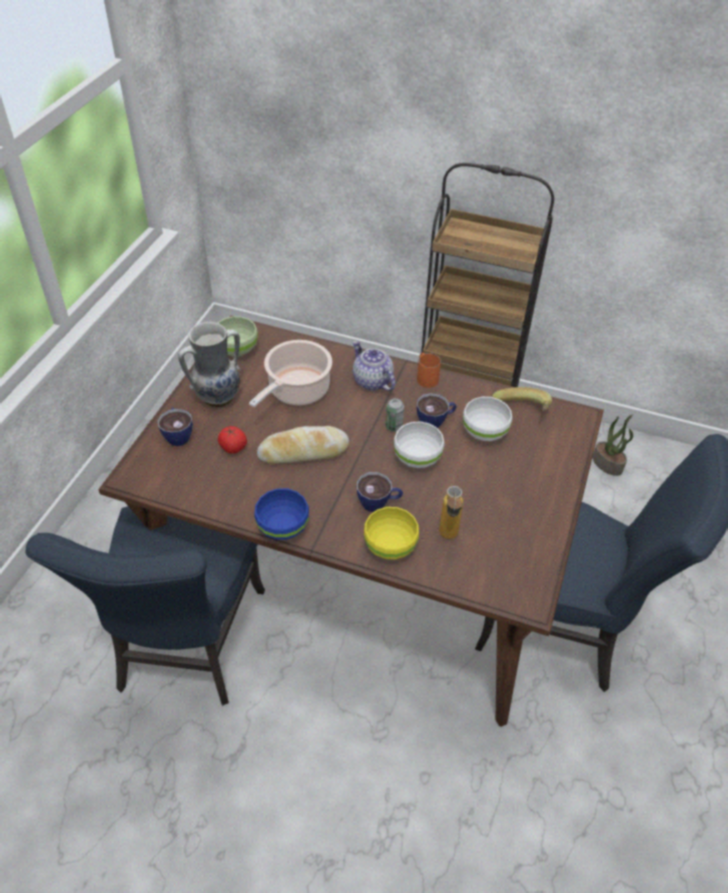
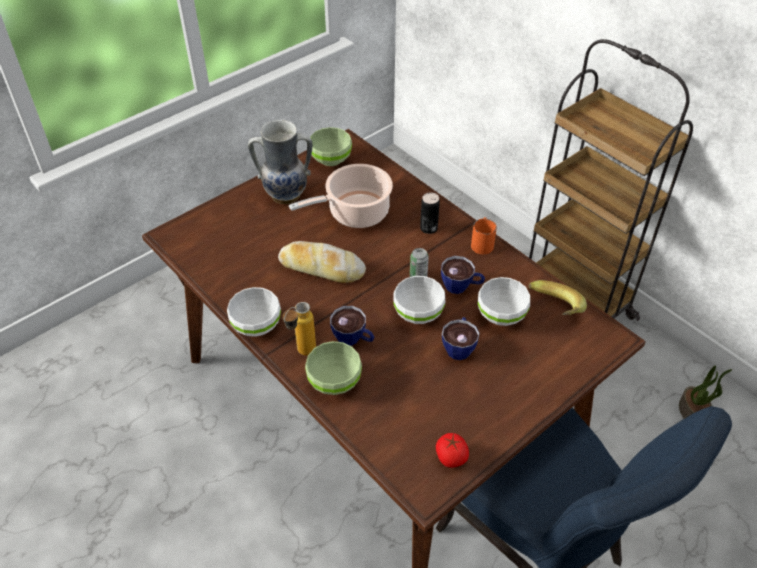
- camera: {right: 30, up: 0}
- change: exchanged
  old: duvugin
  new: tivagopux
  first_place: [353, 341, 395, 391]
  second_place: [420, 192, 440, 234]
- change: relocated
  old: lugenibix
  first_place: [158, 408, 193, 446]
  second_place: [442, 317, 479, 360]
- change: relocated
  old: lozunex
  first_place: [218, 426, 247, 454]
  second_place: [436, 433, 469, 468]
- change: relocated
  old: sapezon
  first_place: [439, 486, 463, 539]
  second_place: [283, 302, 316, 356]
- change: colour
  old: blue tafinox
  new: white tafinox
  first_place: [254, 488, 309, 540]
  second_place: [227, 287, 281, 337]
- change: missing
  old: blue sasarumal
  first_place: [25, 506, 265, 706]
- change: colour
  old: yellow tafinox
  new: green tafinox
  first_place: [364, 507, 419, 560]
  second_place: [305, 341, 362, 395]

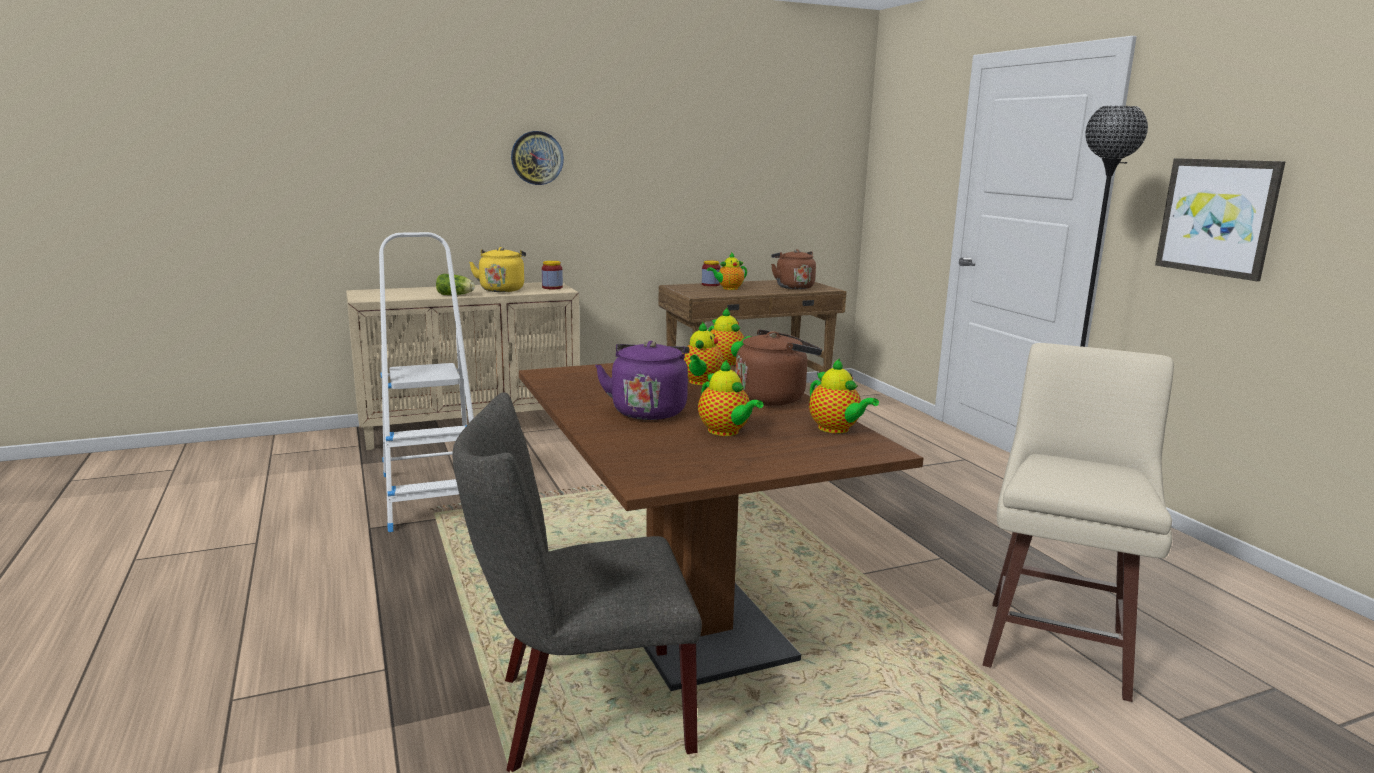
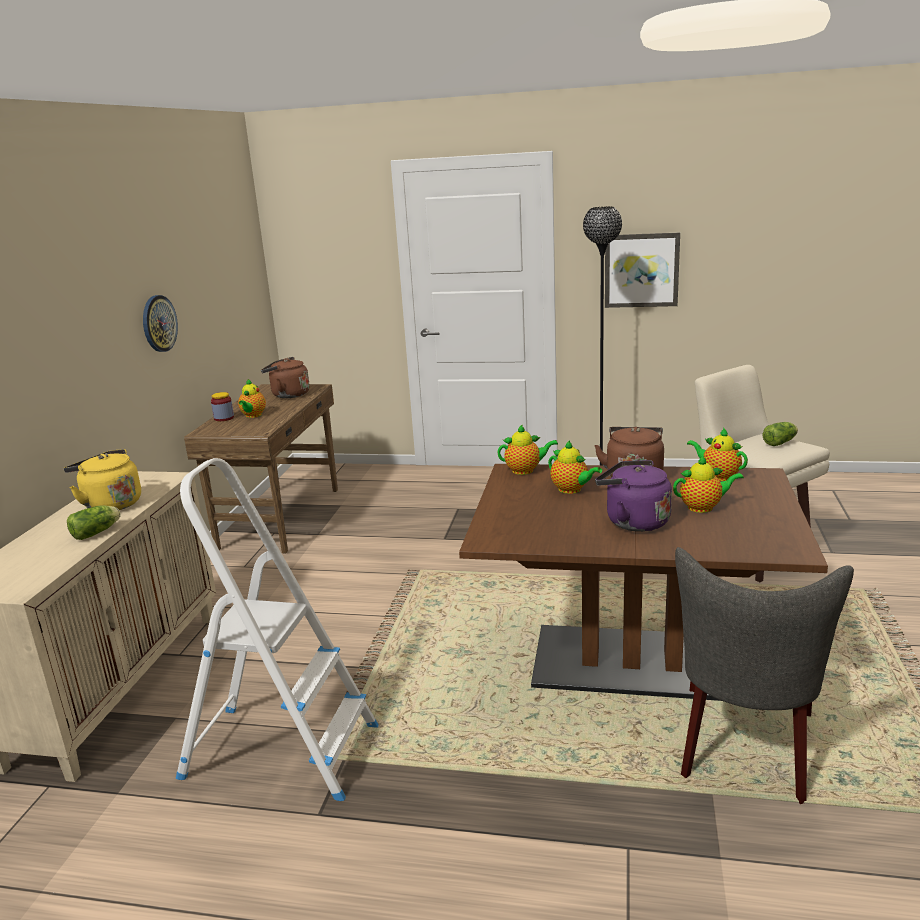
- camera: {right: -55, up: 5}
- change: relocated
  old: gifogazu
  first_place: [511, 131, 564, 185]
  second_place: [143, 295, 178, 352]
- change: missing
  old: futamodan
  first_place: [542, 261, 563, 289]
- change: spun
  old: duvugin
  first_place: [809, 358, 879, 433]
  second_place: [687, 428, 748, 481]
  degrees: -135
- change: appeared
  new: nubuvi
  second_place: [763, 422, 798, 446]

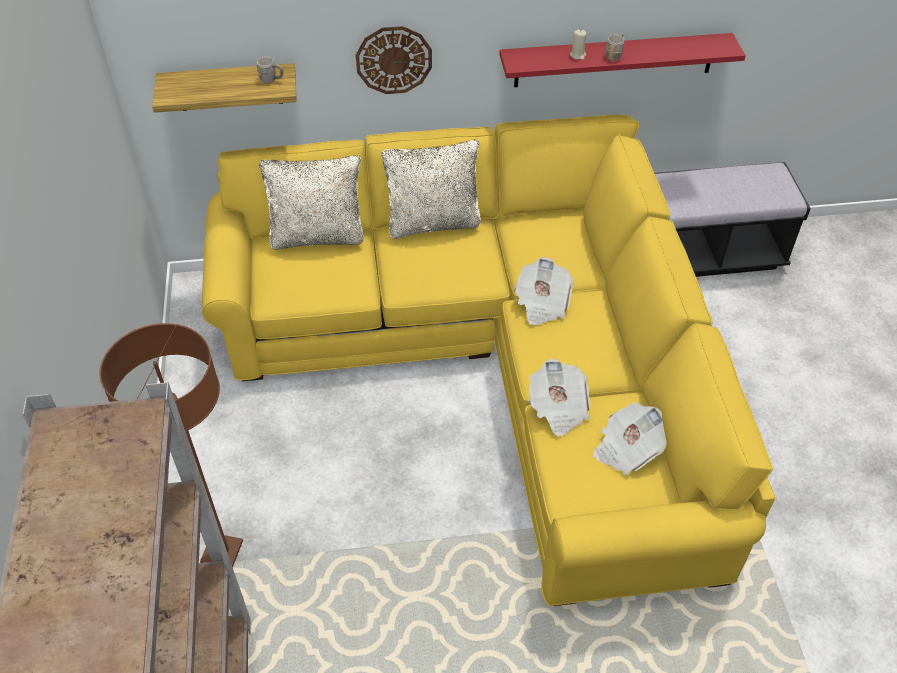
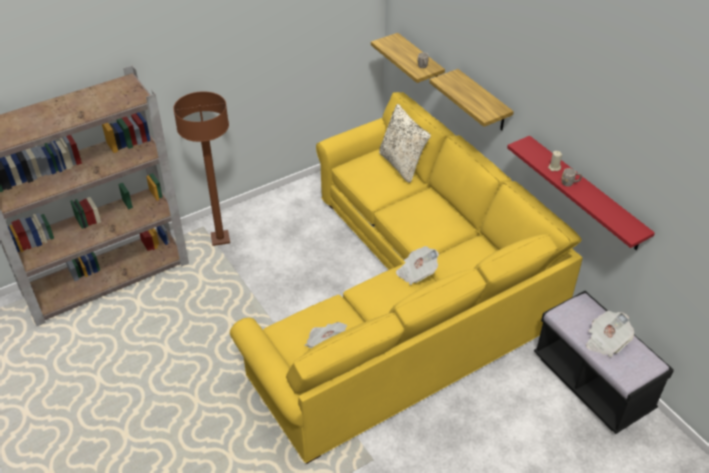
- camera: {right: 65, up: -5}
- change: exchanged
  old: gifogazu
  new: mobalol
  first_place: [356, 26, 432, 94]
  second_place: [429, 69, 514, 130]
- change: missing
  old: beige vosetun
  first_place: [381, 139, 480, 239]
- change: relocated
  old: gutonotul
  first_place: [528, 359, 590, 437]
  second_place: [586, 311, 634, 357]

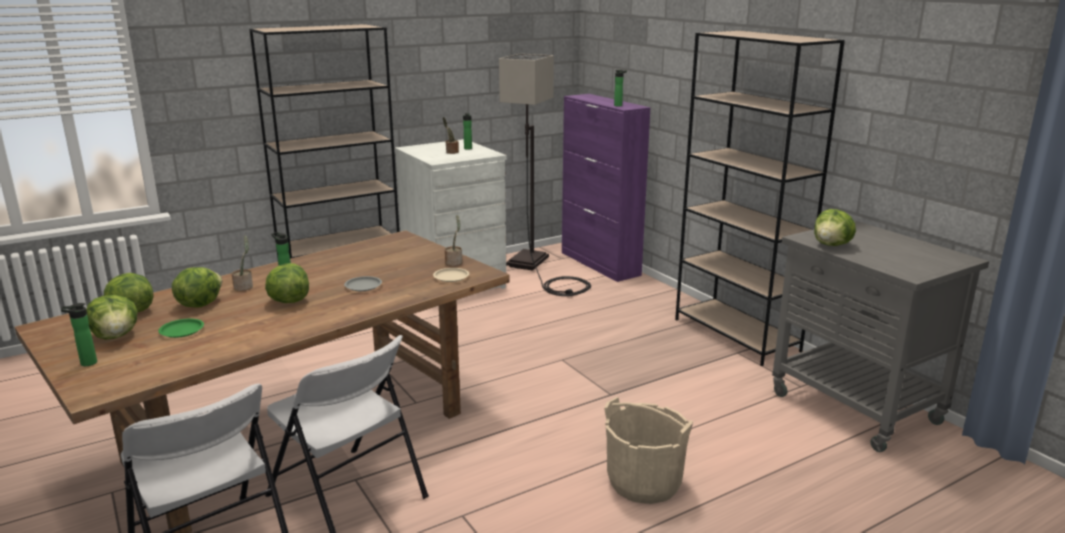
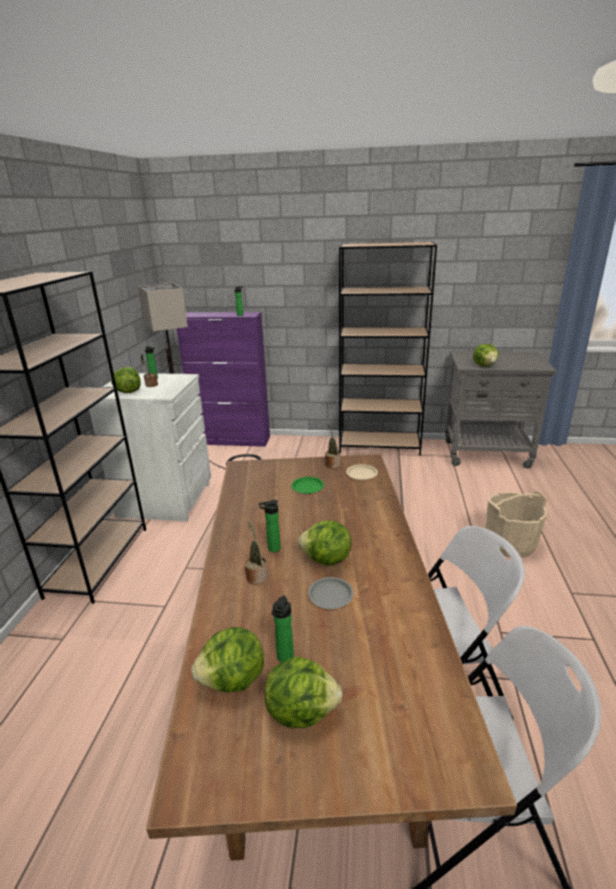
- camera: {right: -50, up: 5}
- change: relocated
  old: nubuvi
  first_place: [172, 267, 222, 307]
  second_place: [111, 367, 141, 393]
- change: relocated
  old: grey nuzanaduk
  first_place: [344, 276, 382, 291]
  second_place: [308, 577, 354, 609]
- change: relocated
  old: sapezon
  first_place: [61, 303, 97, 366]
  second_place: [272, 595, 294, 663]
- change: relocated
  old: green nuzanaduk
  first_place: [158, 319, 204, 338]
  second_place: [291, 477, 324, 494]

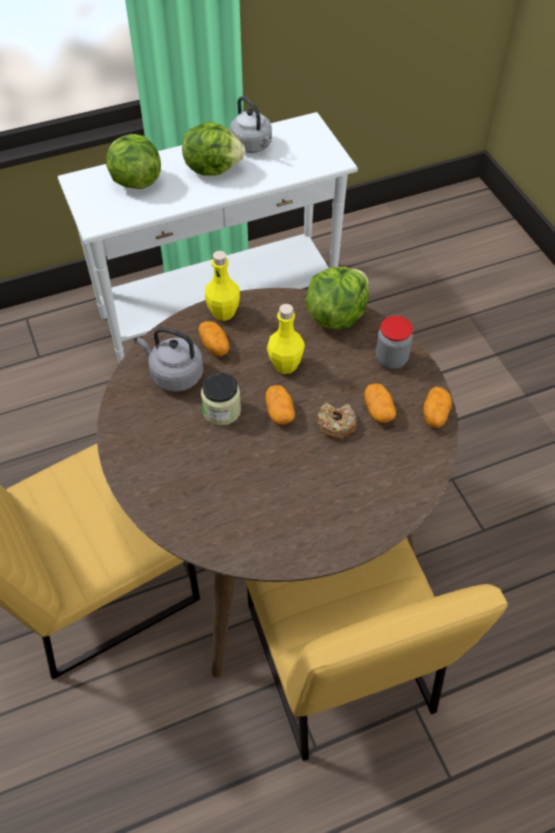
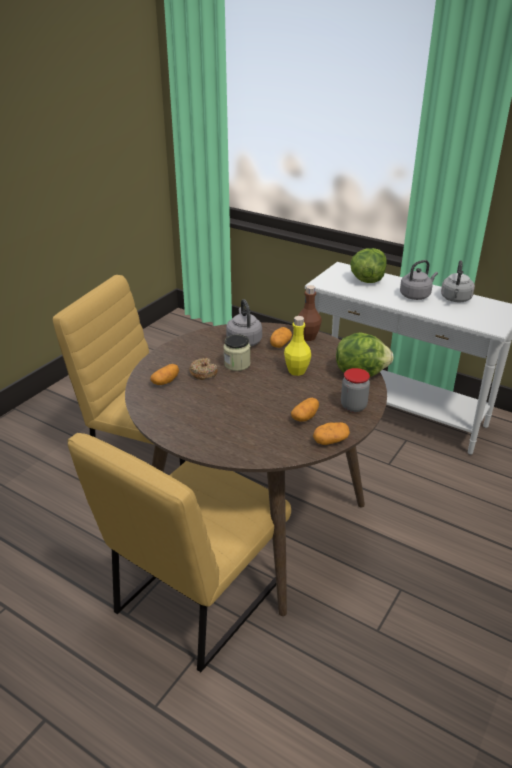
- camera: {right: 55, up: -20}
- change: exchanged
  old: nubuvi
  new: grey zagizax
  first_place: [182, 121, 246, 176]
  second_place: [400, 260, 438, 300]
- change: colour
  old: yellow sapezon
  new: brown sapezon
  first_place: [205, 251, 240, 321]
  second_place: [298, 285, 322, 341]
- change: relocated
  old: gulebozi
  first_place: [266, 385, 295, 425]
  second_place: [150, 364, 179, 385]
- change: relocated
  old: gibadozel
  first_place: [317, 402, 356, 438]
  second_place: [189, 358, 218, 380]

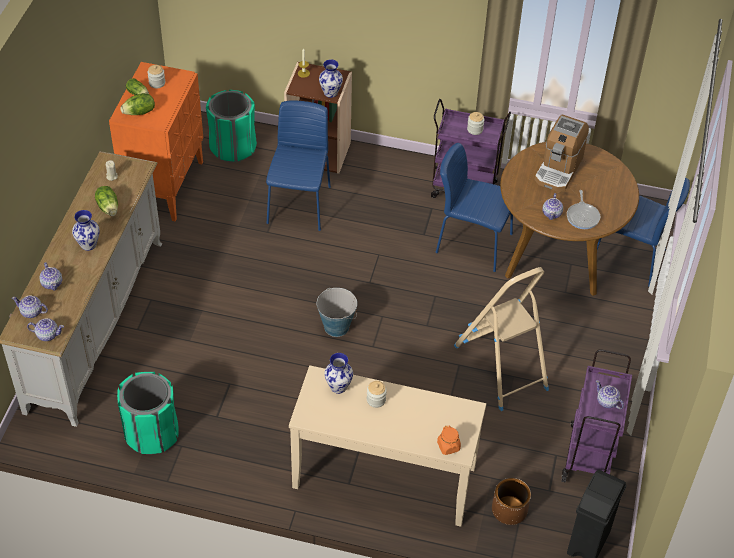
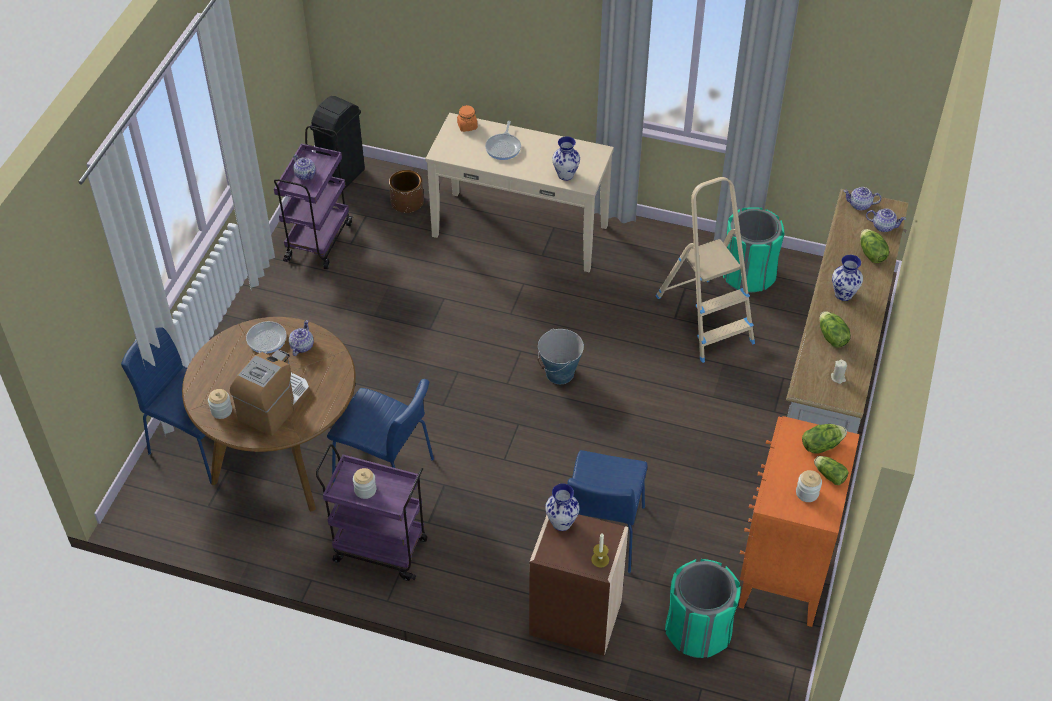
- camera: {right: -175, up: 0}
- change: exchanged
  old: duvugin
  new: nubuvi
  first_place: [39, 262, 62, 290]
  second_place: [860, 229, 889, 263]
- change: relocated
  old: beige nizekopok
  first_place: [454, 267, 549, 411]
  second_place: [656, 177, 755, 363]
- change: relocated
  old: futamodan
  first_place: [367, 381, 387, 408]
  second_place: [208, 389, 232, 419]
- change: appeared
  new: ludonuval
  second_place: [485, 121, 521, 160]

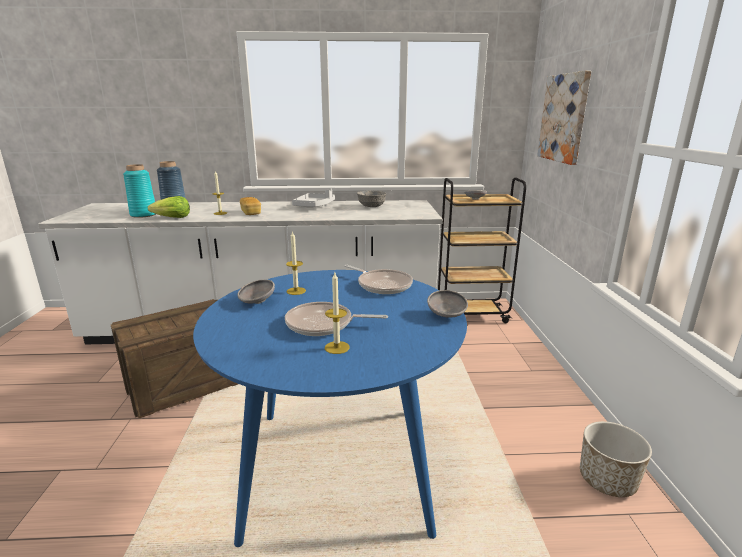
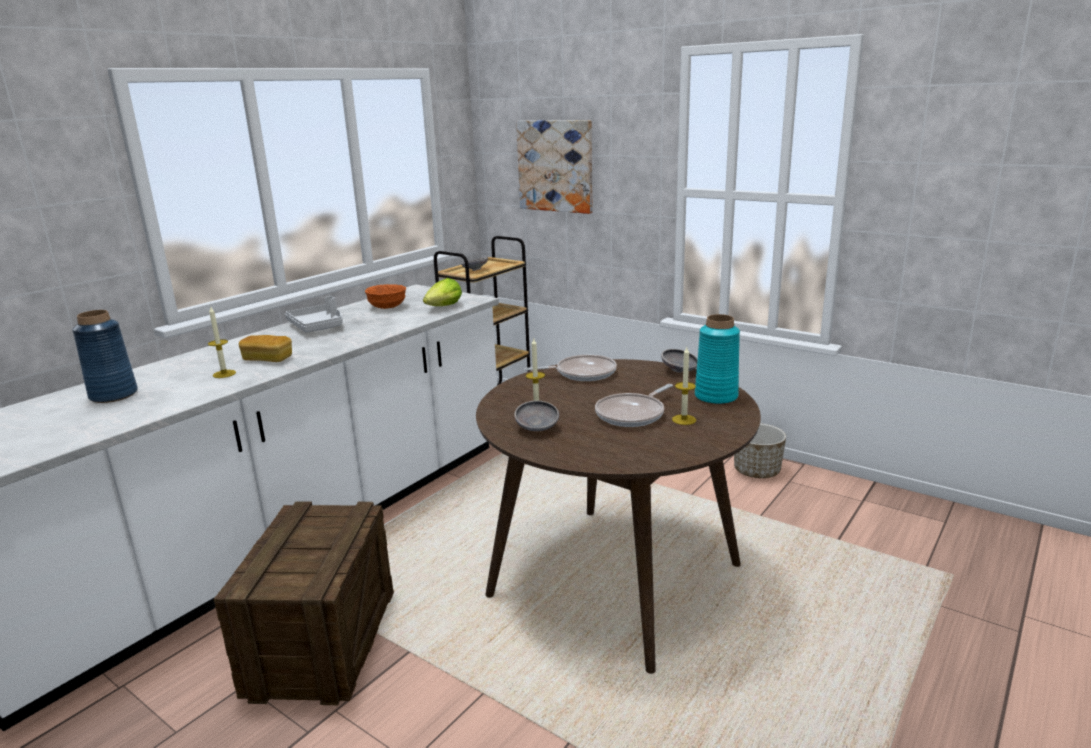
- camera: {right: -50, up: 0}
- change: relocated
  old: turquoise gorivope
  first_place: [123, 164, 156, 218]
  second_place: [695, 314, 740, 404]
- change: colour
  old: grey tafinox
  new: orange tafinox
  first_place: [357, 190, 386, 207]
  second_place: [365, 284, 406, 309]
- change: relocated
  old: nubuvi
  first_place: [148, 196, 190, 218]
  second_place: [423, 278, 462, 306]
- change: colour
  old: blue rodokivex
  new: brown rodokivex
  first_place: [193, 270, 467, 547]
  second_place: [476, 359, 761, 674]

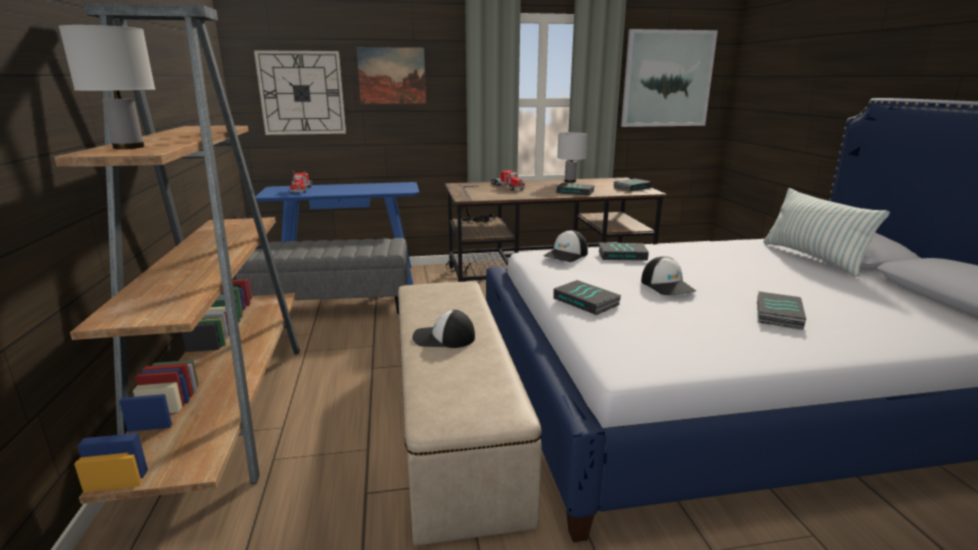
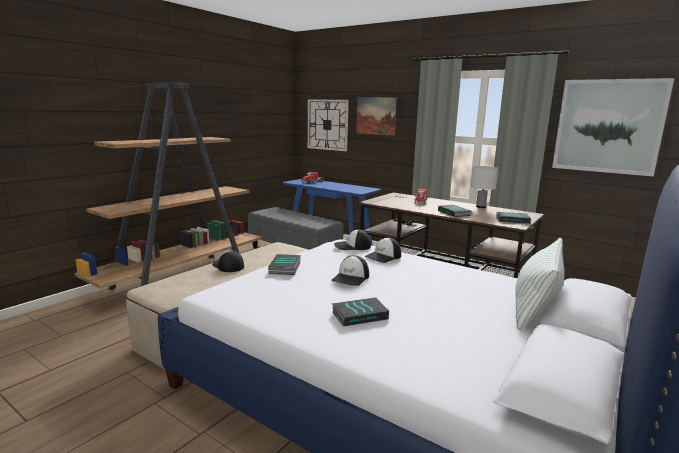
- camera: {right: 45, up: -5}
- change: missing
  old: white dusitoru
  first_place: [58, 25, 155, 149]
- change: exchanged
  old: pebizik
  new: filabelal
  first_place: [598, 243, 649, 261]
  second_place: [365, 237, 401, 263]

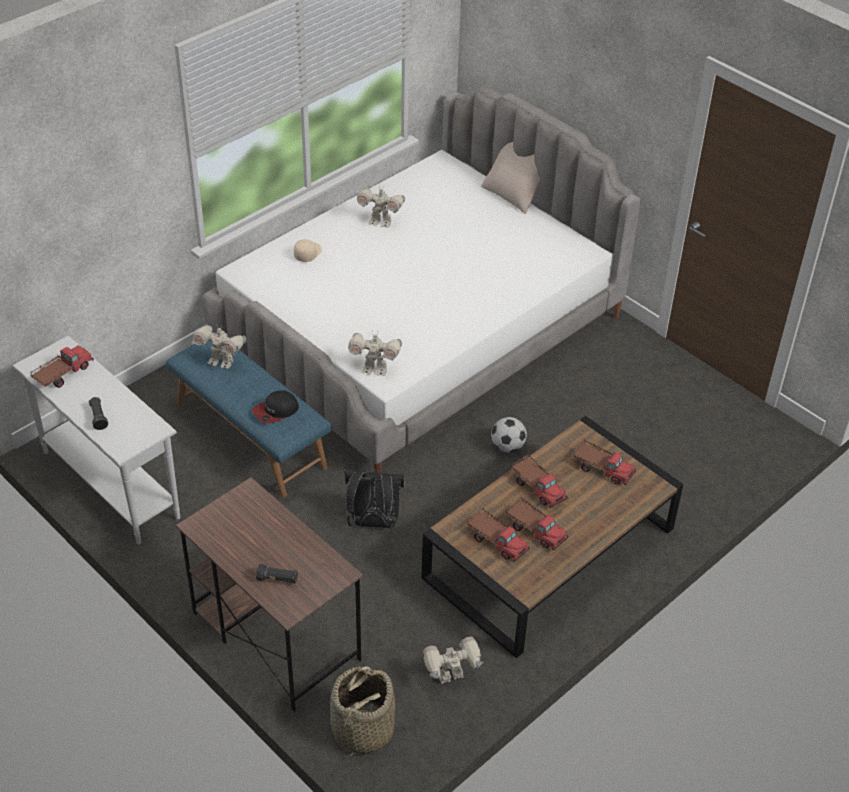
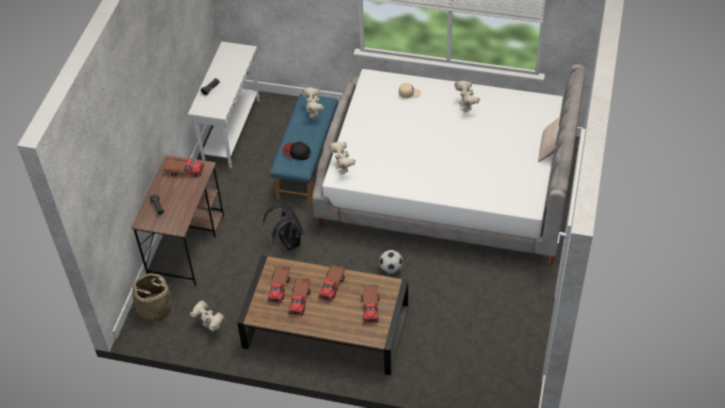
- camera: {right: 60, up: 5}
- change: relocated
  old: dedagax
  first_place: [31, 345, 94, 388]
  second_place: [164, 158, 204, 177]

